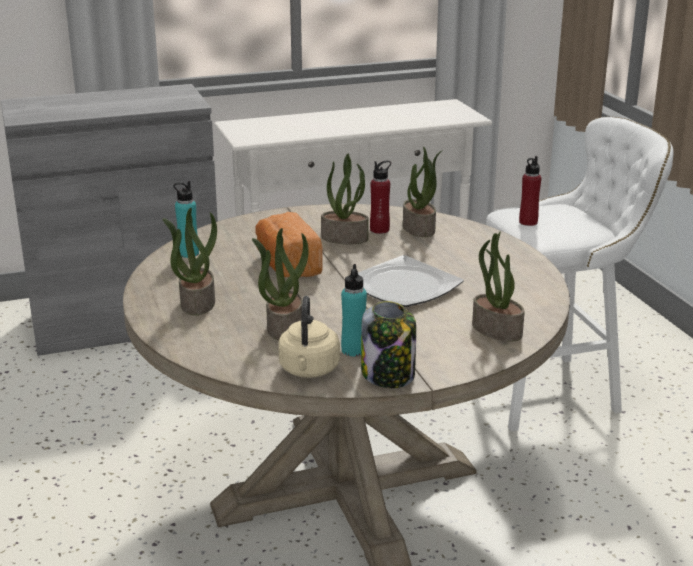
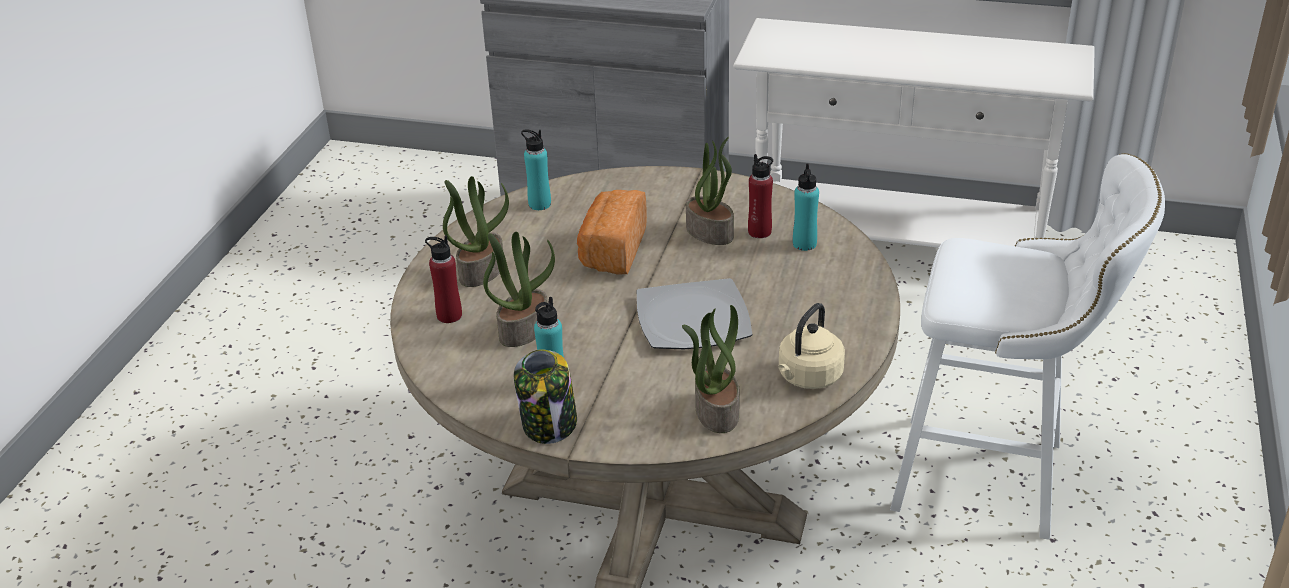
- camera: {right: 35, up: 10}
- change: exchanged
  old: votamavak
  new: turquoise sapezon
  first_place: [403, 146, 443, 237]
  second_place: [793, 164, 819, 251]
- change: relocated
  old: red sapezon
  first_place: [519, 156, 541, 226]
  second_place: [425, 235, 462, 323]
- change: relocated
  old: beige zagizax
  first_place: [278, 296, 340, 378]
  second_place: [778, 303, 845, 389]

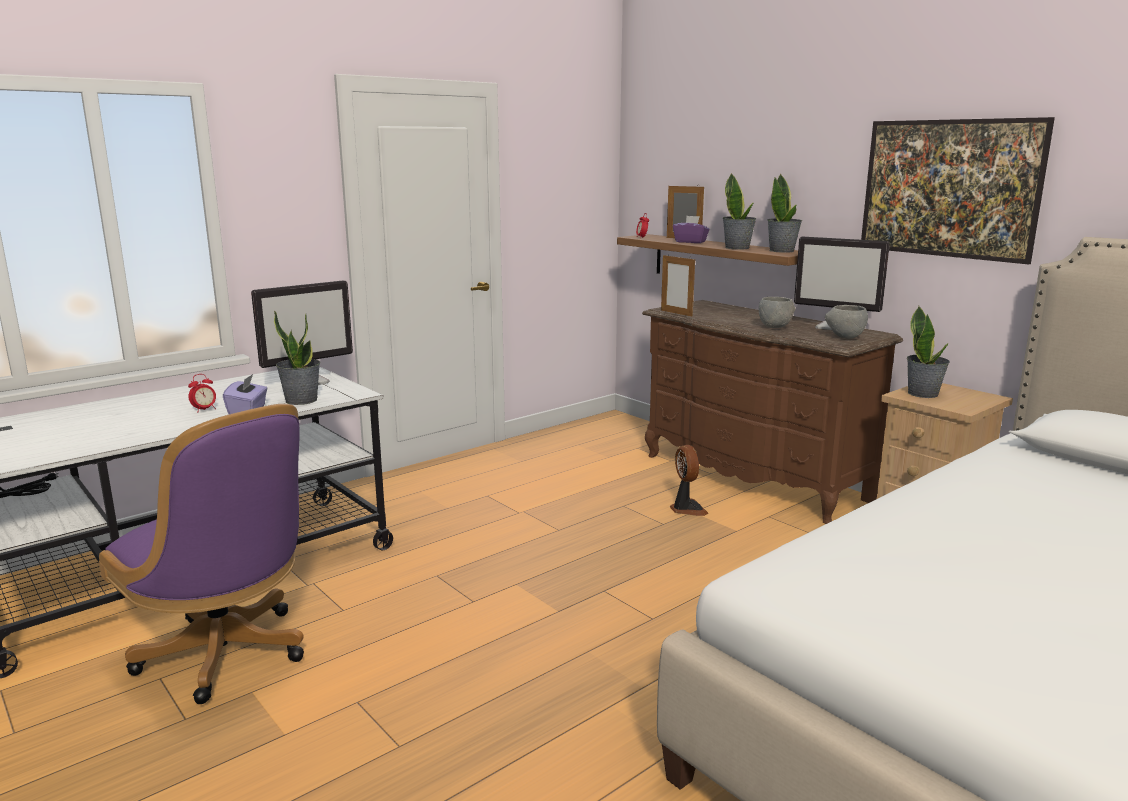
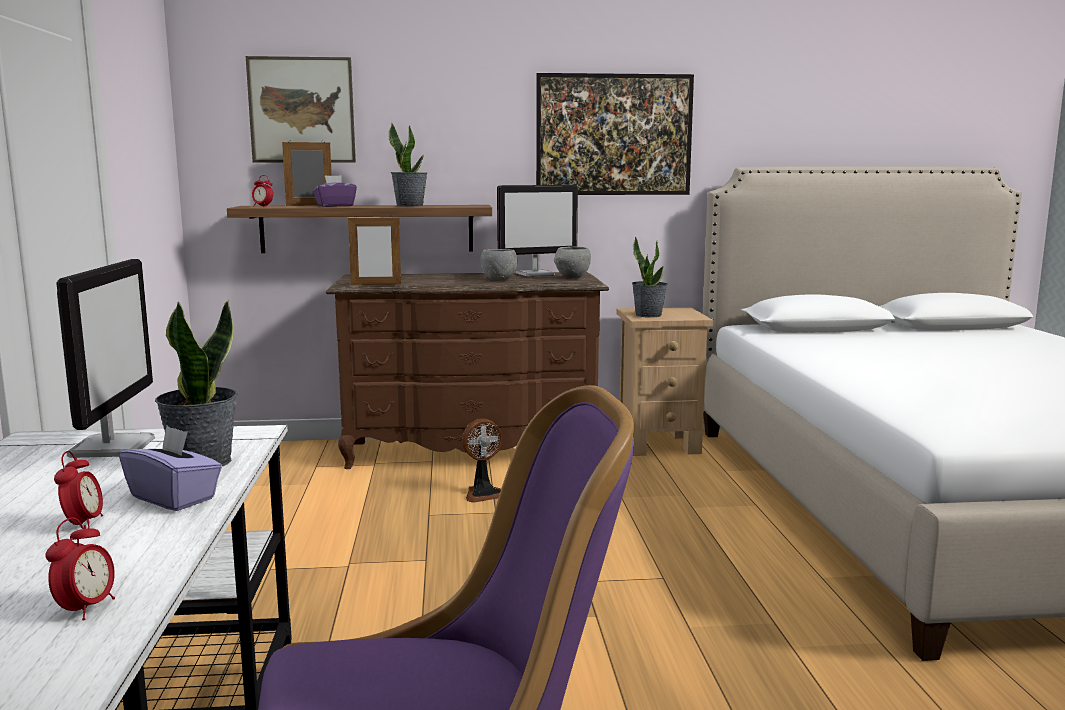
- camera: {right: -55, up: -5}
- change: missing
  old: votamavak
  first_place: [767, 174, 802, 253]
- change: spun
  old: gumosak
  first_place: [670, 445, 709, 516]
  second_place: [462, 419, 503, 503]
  degrees: 135
- change: appeared
  new: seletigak
  second_place: [246, 56, 356, 162]
- change: appeared
  new: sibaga
  second_place: [45, 518, 115, 621]

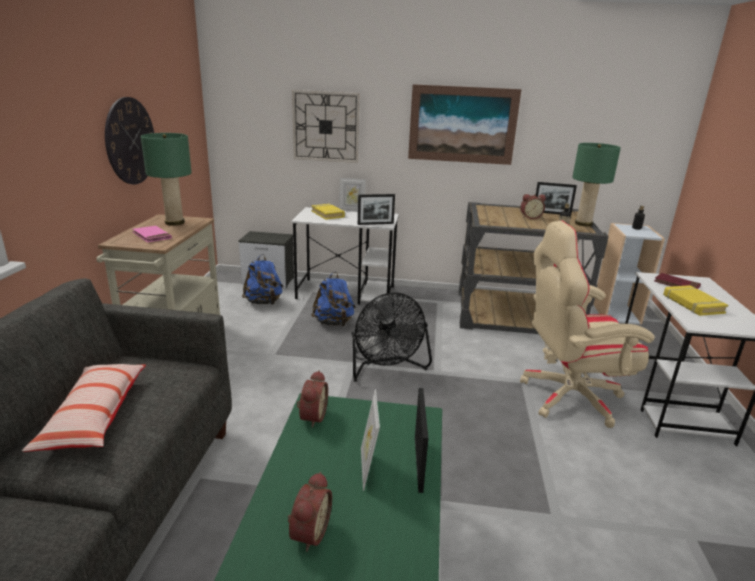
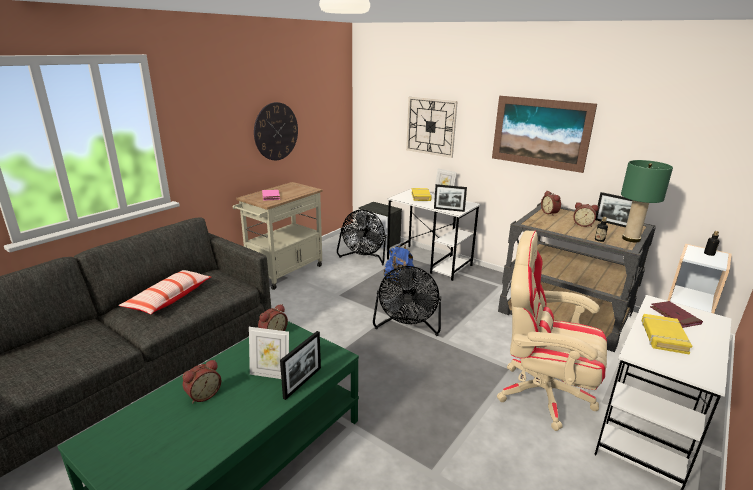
- camera: {right: 30, up: 0}
- change: missing
  old: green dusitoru
  first_place: [141, 133, 192, 226]
- change: exchanged
  old: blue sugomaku
  new: black gumosak
  first_place: [242, 254, 284, 305]
  second_place: [337, 210, 387, 266]
- change: spun
  old: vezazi
  first_place: [361, 389, 380, 491]
  second_place: [249, 327, 289, 379]
  degrees: -105
- change: appeared
  new: sibaga
  second_place: [541, 191, 561, 216]

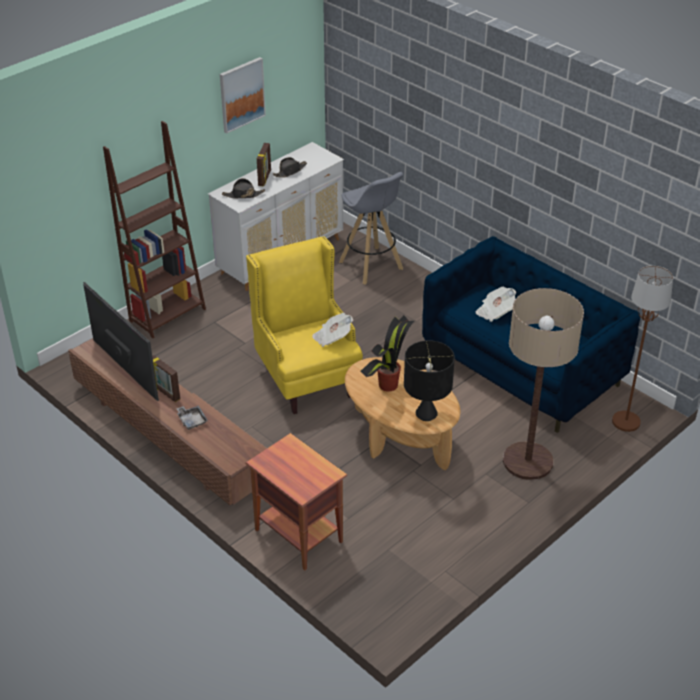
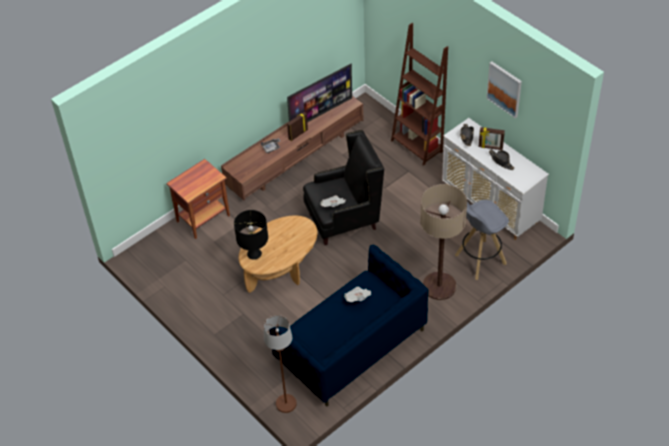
- camera: {right: 95, up: 10}
- change: colour
  old: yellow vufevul
  new: black vufevul
  first_place: [246, 236, 363, 414]
  second_place: [303, 130, 384, 245]
- change: relocated
  old: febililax
  first_place: [503, 288, 584, 480]
  second_place: [420, 184, 467, 300]
- change: missing
  old: votamavak
  first_place: [360, 315, 414, 391]

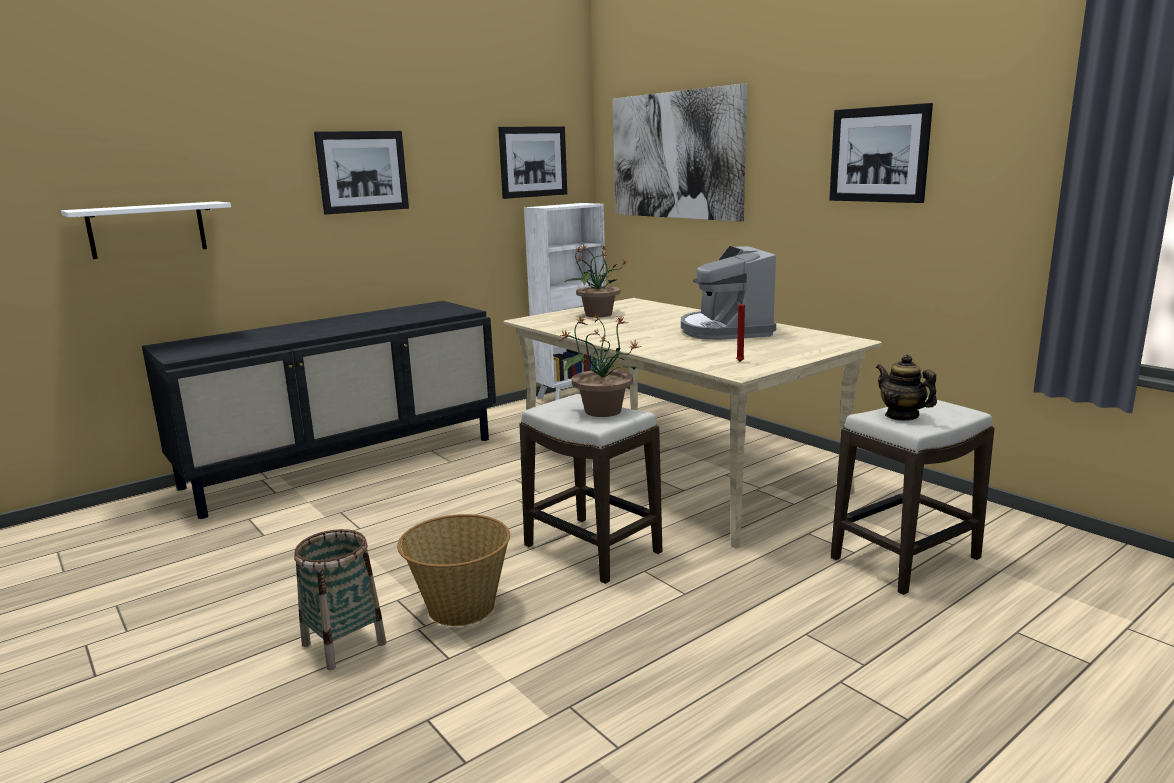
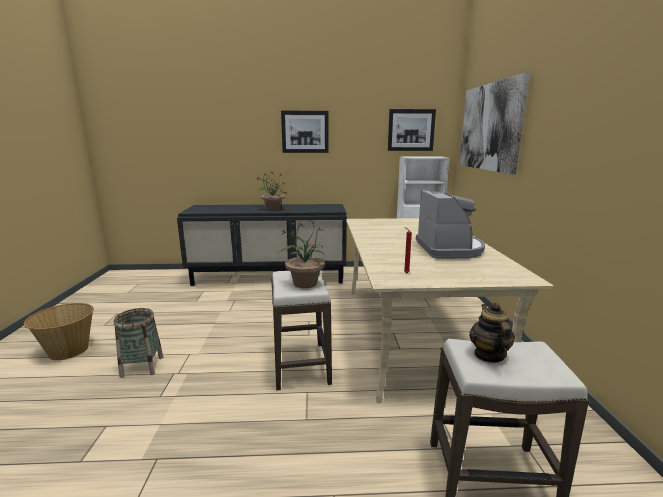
- camera: {right: 35, up: 0}
- change: missing
  old: seletigak
  first_place: [829, 103, 933, 203]
- change: missing
  old: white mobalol
  first_place: [61, 201, 231, 259]
- change: relocated
  old: votamavak
  first_place: [565, 244, 627, 317]
  second_place: [256, 172, 287, 211]
- change: spun
  old: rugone
  first_place: [681, 246, 776, 340]
  second_place: [416, 190, 485, 259]
  degrees: 150
- change: relocated
  old: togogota
  first_place: [397, 514, 510, 626]
  second_place: [24, 303, 94, 360]

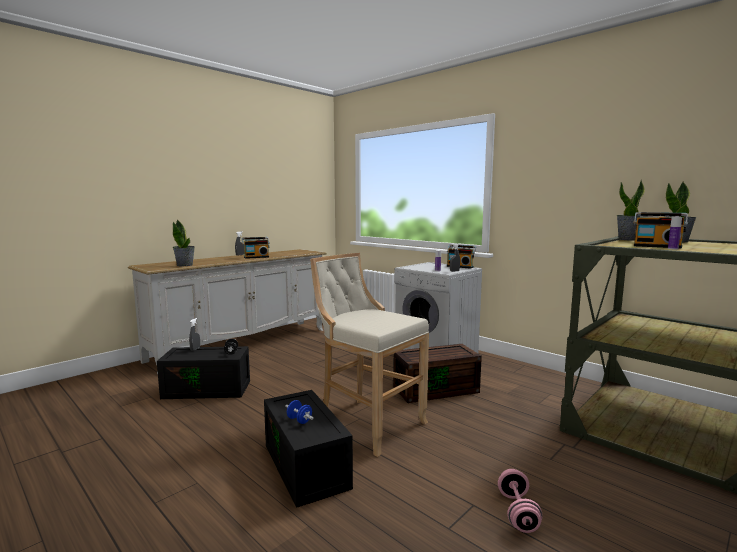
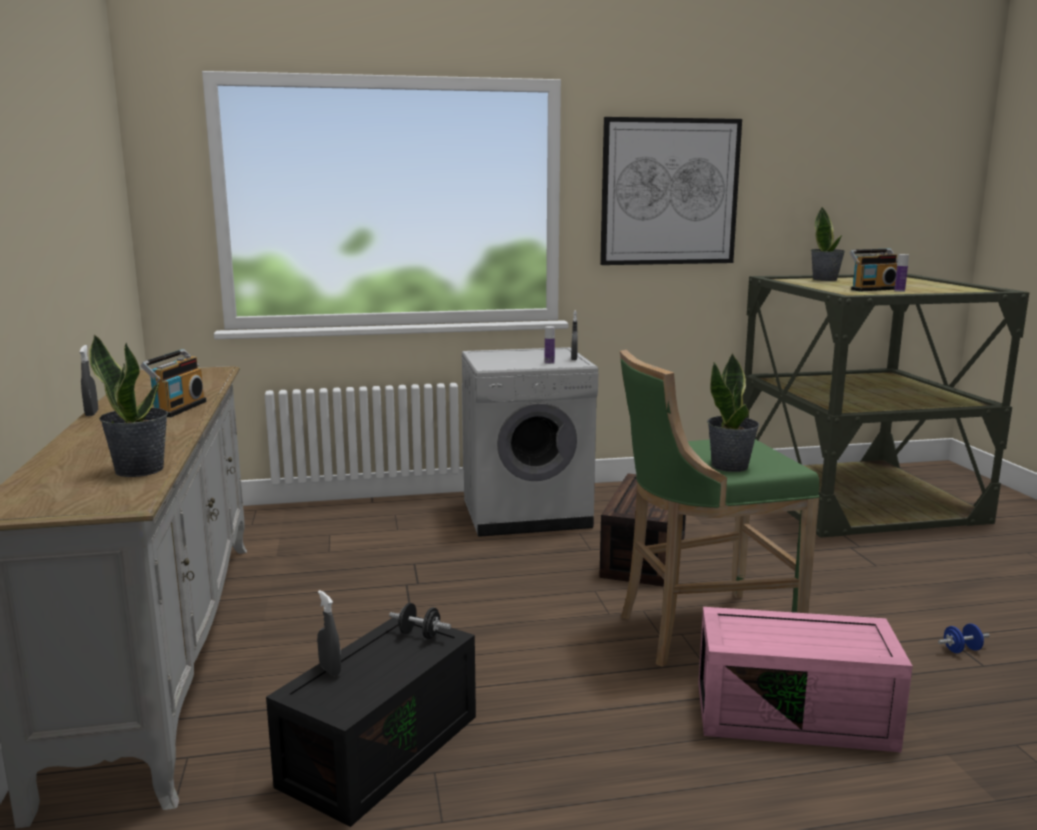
- camera: {right: -55, up: 5}
- change: relocated
  old: votamavak
  first_place: [617, 180, 645, 241]
  second_place: [707, 353, 759, 472]
- change: missing
  old: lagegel
  first_place: [447, 245, 476, 269]
- change: colour
  old: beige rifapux
  new: green rifapux
  first_place: [310, 253, 429, 457]
  second_place: [620, 350, 820, 667]
- change: colour
  old: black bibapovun
  new: pink bibapovun
  first_place: [264, 390, 353, 508]
  second_place: [698, 607, 913, 752]
- change: relocated
  old: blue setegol
  first_place: [285, 400, 314, 424]
  second_place: [938, 623, 990, 653]
- change: missing
  old: pink setegol
  first_place: [498, 469, 543, 533]
- change: appeared
  new: seletigak
  second_place: [600, 117, 742, 265]

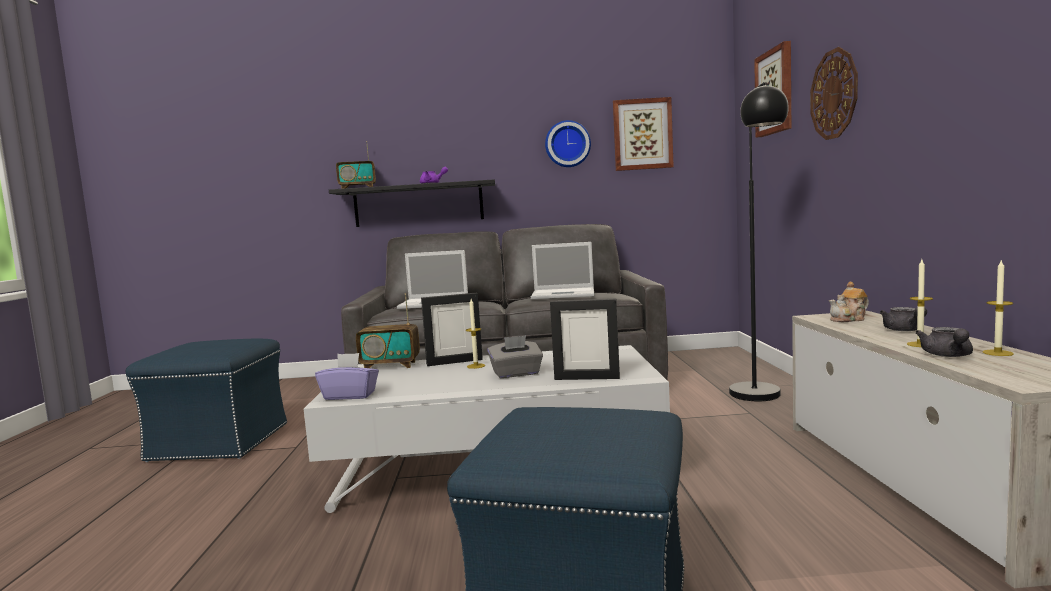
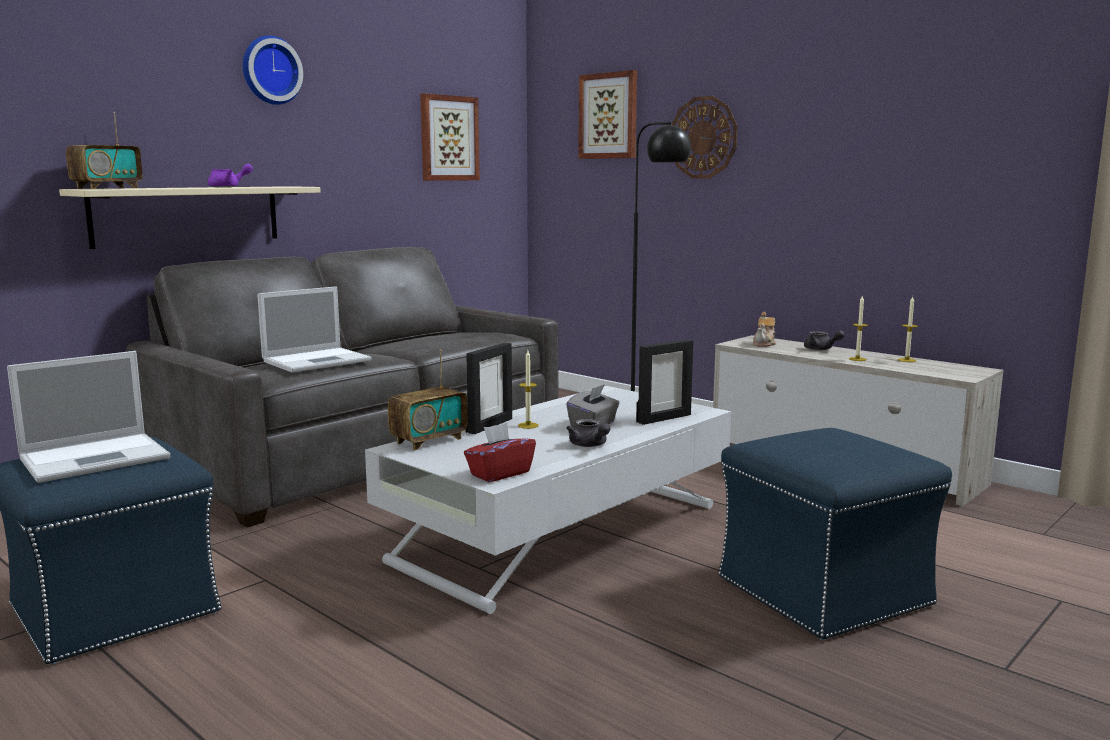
- camera: {right: -45, up: 5}
- change: relocated
  old: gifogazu
  first_place: [545, 120, 591, 167]
  second_place: [243, 35, 303, 105]
- change: colour
  old: black mobalol
  new: beige mobalol
  first_place: [329, 179, 495, 227]
  second_place: [59, 186, 321, 249]
- change: relocated
  old: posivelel
  first_place: [531, 242, 594, 299]
  second_place: [7, 351, 170, 483]
- change: relocated
  old: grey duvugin
  first_place: [915, 327, 973, 357]
  second_place: [566, 419, 610, 447]
- change: colour
  old: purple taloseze
  new: red taloseze
  first_place: [315, 353, 379, 400]
  second_place: [464, 423, 536, 482]

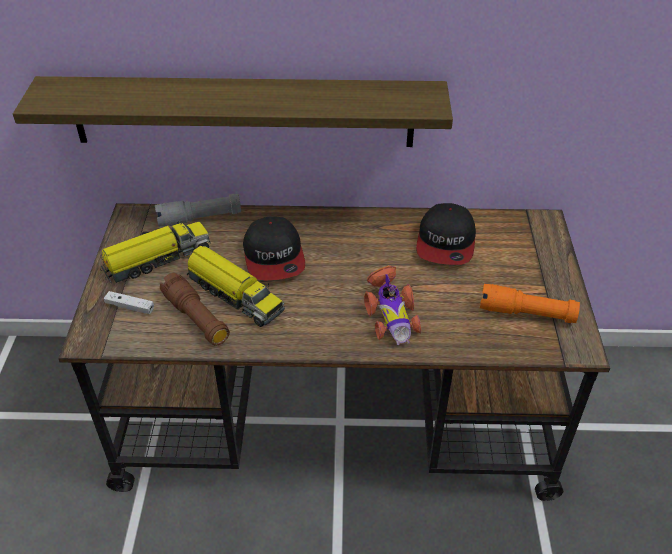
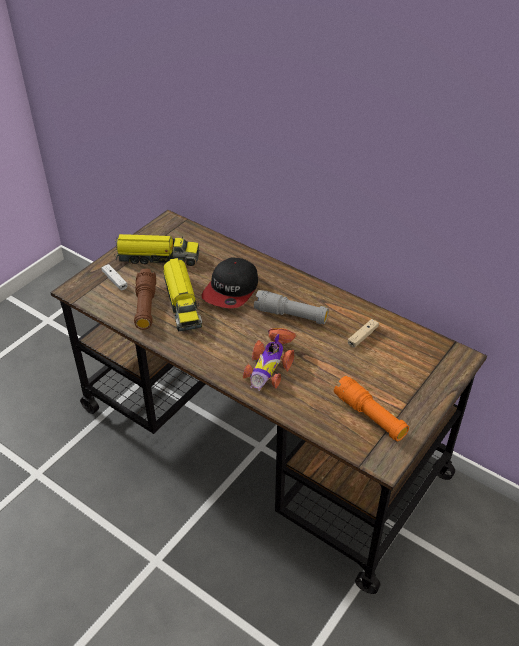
- camera: {right: 35, up: 0}
- change: missing
  old: mobalol
  first_place: [13, 76, 453, 147]
- change: relocated
  old: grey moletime
  first_place: [155, 194, 241, 227]
  second_place: [254, 290, 329, 324]
- change: exchanged
  old: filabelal
  new: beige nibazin
  first_place: [416, 203, 476, 265]
  second_place: [348, 319, 379, 348]

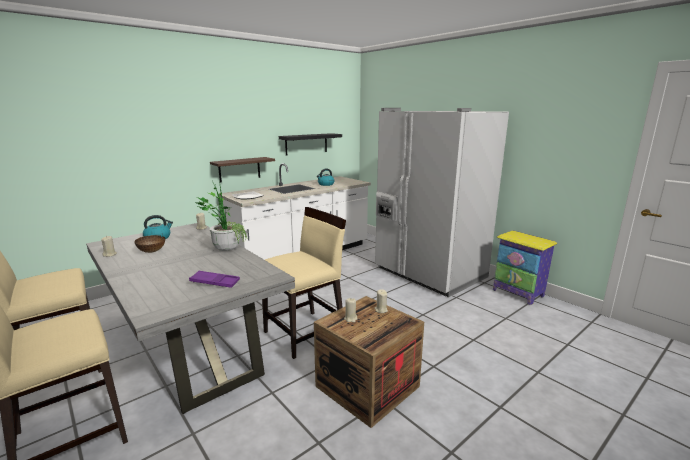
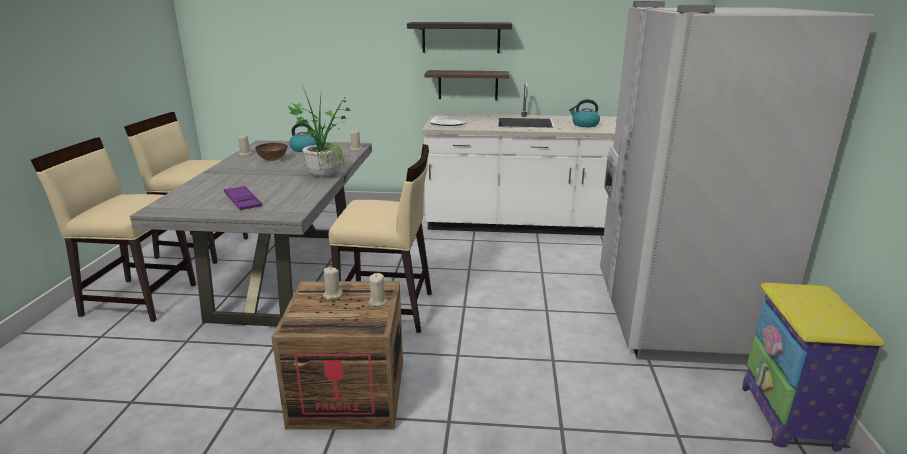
- camera: {right: 45, up: 5}
- change: relocated
  old: black mobalol
  first_place: [279, 133, 342, 156]
  second_place: [407, 22, 512, 53]

